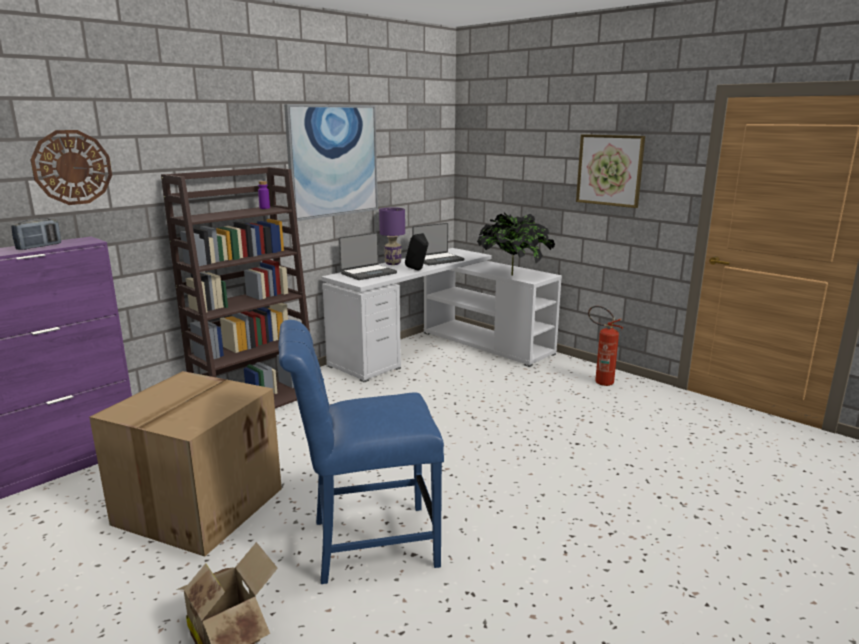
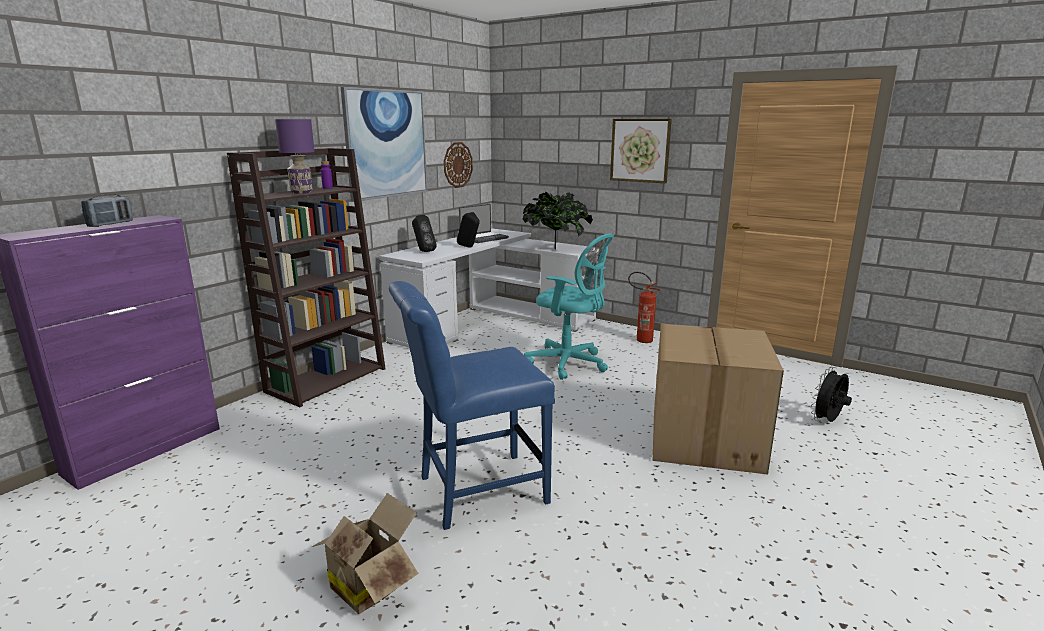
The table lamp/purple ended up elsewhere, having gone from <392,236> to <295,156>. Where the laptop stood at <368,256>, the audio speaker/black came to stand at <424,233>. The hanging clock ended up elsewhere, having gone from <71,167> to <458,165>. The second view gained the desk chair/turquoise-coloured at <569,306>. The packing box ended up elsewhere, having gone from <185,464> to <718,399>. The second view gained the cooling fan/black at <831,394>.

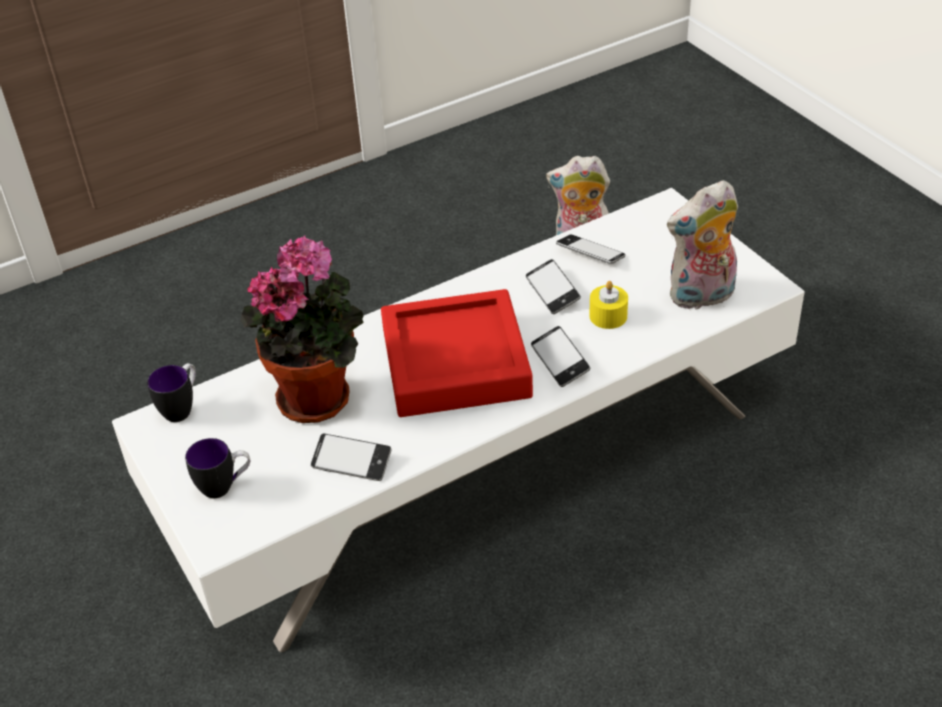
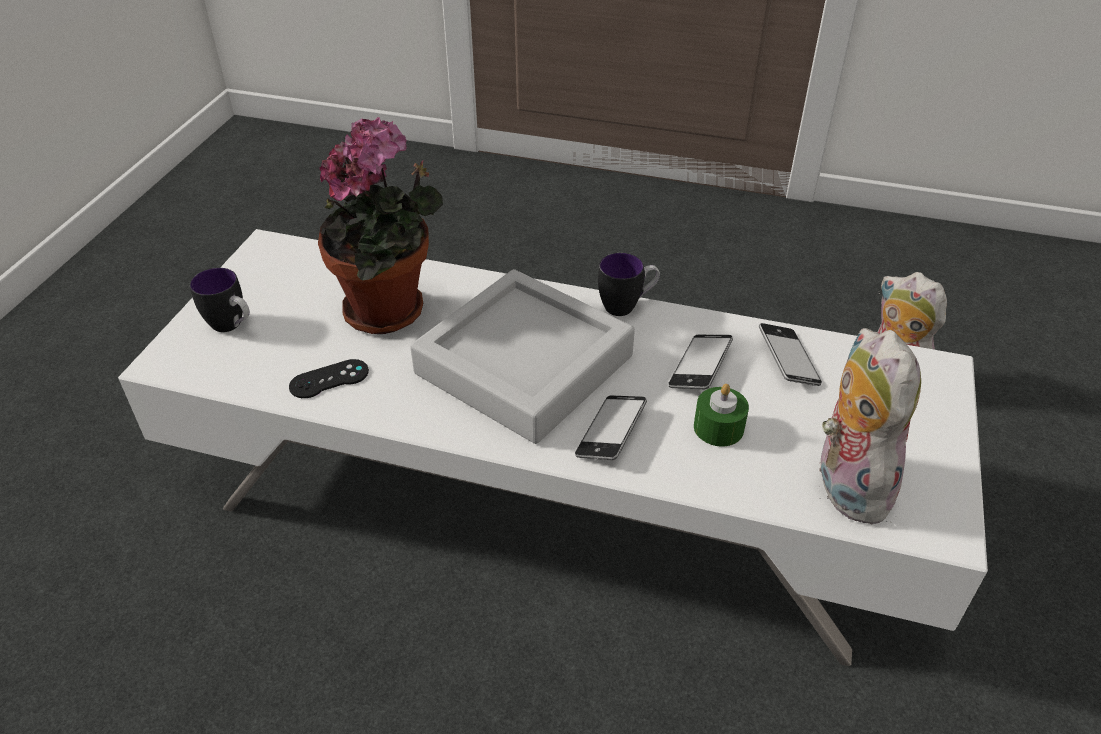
Where the phone stood at <351,457>, the joypad/black came to stand at <329,378>. What was the carrying tray/red at <457,353> turned into the carrying tray/greyish at <522,356>. The coffee mug ended up elsewhere, having gone from <171,392> to <629,284>. What was the wax light/yellow-coloured at <608,305> turned into the wax light/greenish at <721,415>. The cuddly toy at <702,245> ended up facing another way, 60 degrees clockwise from before.

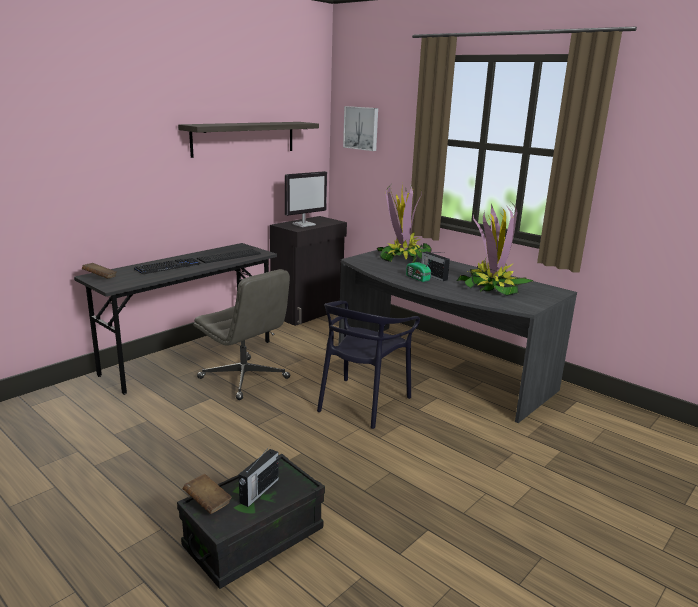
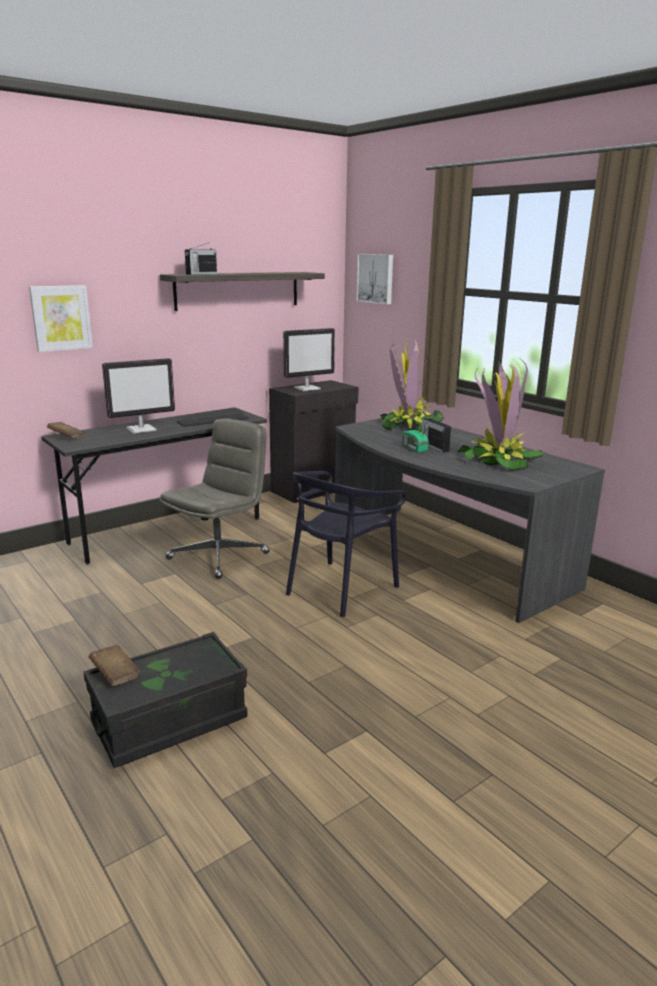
The second view gained the wall picture at <61,318>. Where the keyboard stood at <167,266>, the computer screen came to stand at <138,396>. The desk chair/greyish at <242,334> ended up facing another way, 105 degrees counterclockwise from before. The radio ended up elsewhere, having gone from <259,476> to <201,259>.

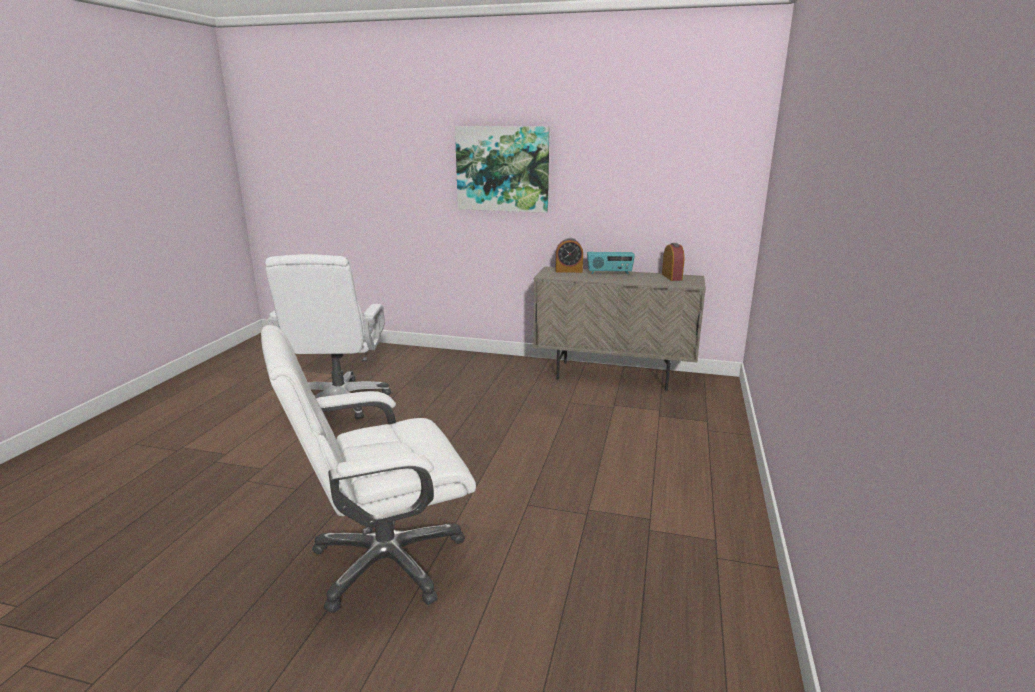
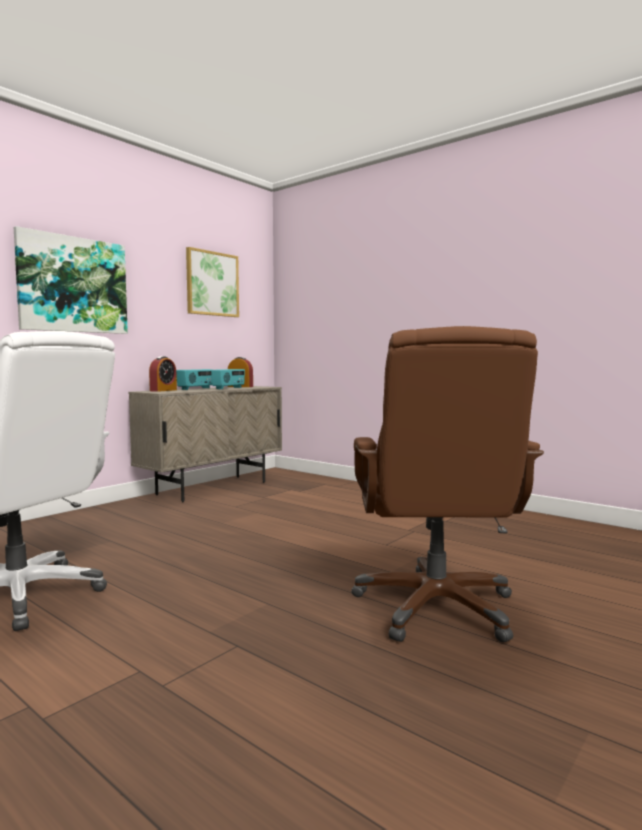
The second view gained the wall picture at <212,282>. The second view gained the radio at <228,379>. What was the desk chair/white-coloured at <368,469> turned into the desk chair/brown at <447,484>.

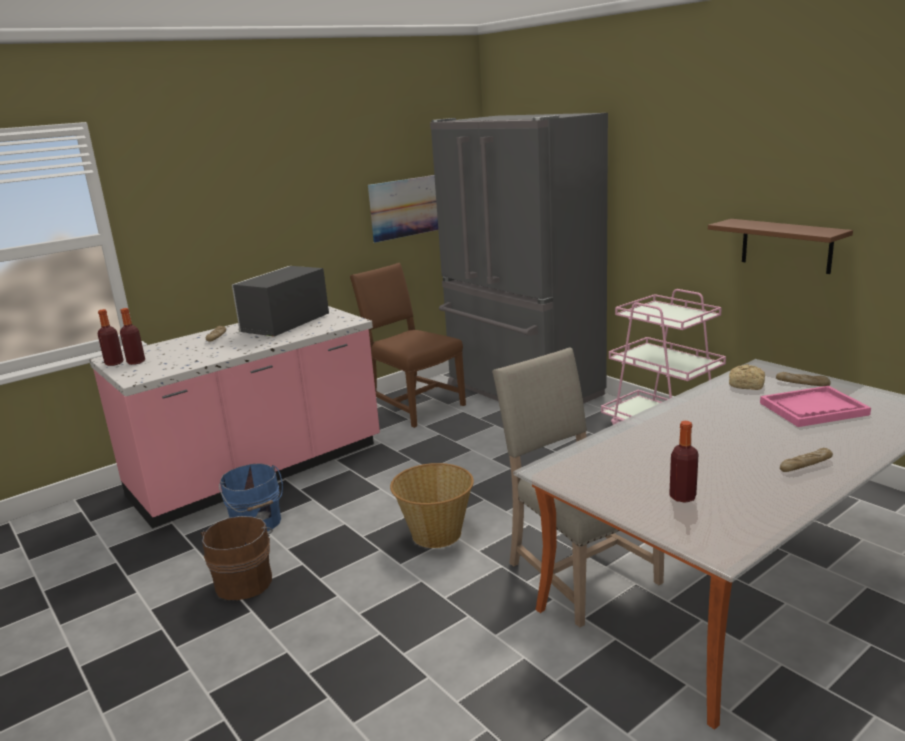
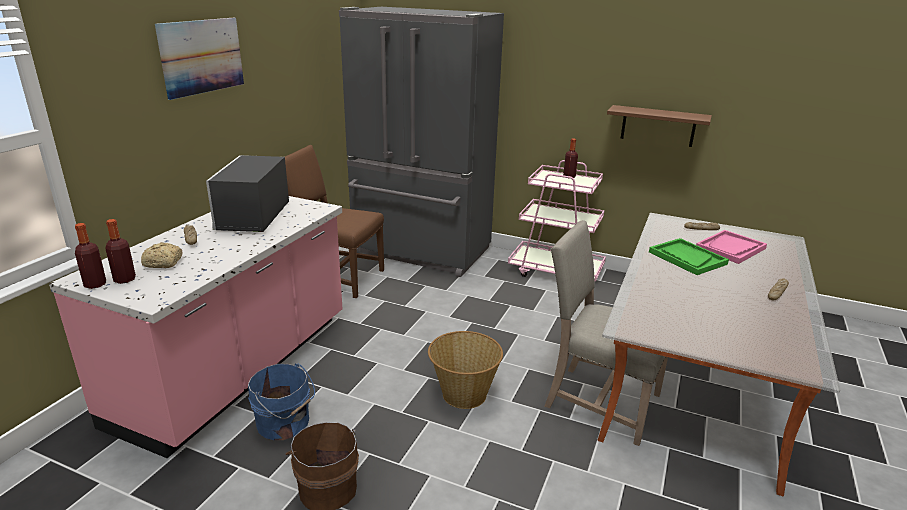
The bakery bread ended up elsewhere, having gone from <747,377> to <162,255>. The wall picture ended up elsewhere, having gone from <403,209> to <199,59>. The beverage bottle ended up elsewhere, having gone from <684,462> to <570,158>. The second view gained the carrying tray/greenish at <689,256>.

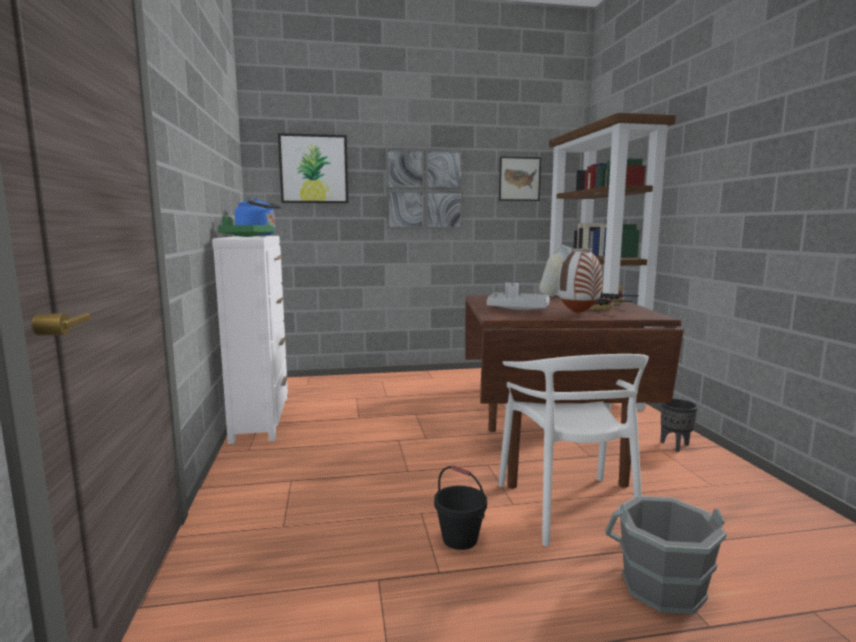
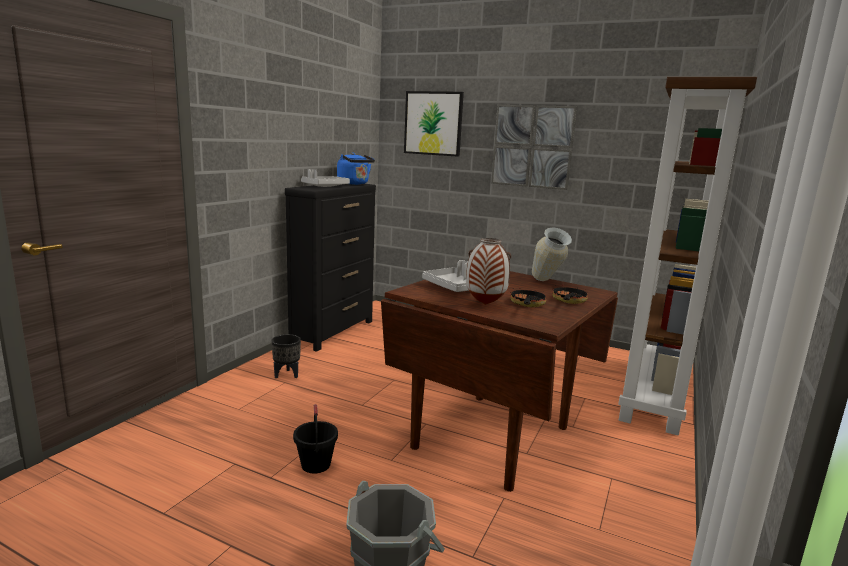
The flower pot/black ended up elsewhere, having gone from <679,425> to <286,356>. What was the chest of drawers/white-coloured at <250,340> turned into the chest of drawers/black at <330,268>. What was the carrying tray/greenish at <245,226> turned into the carrying tray/greyish at <325,178>. The second view lost the upright chair/white-coloured at <573,450>. The second view lost the wall picture at <520,178>.

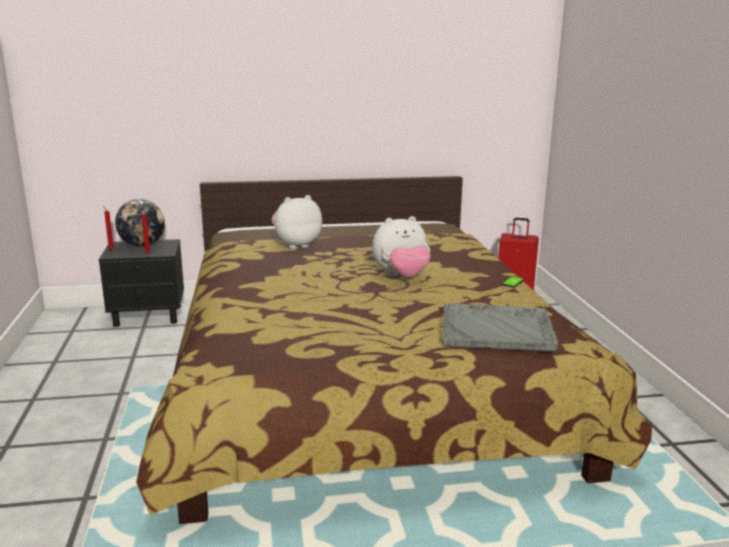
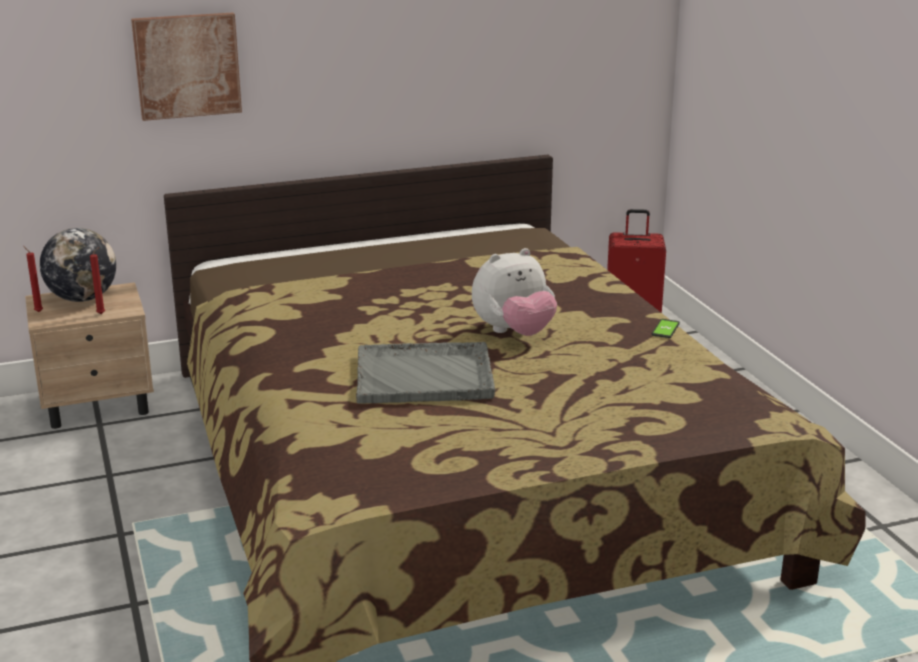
What was the nightstand/black at <141,283> turned into the nightstand/sand-coloured at <89,355>. The second view gained the wall picture at <186,67>. The carrying tray/greyish ended up elsewhere, having gone from <500,327> to <425,373>. The second view lost the cuddly toy at <296,222>.

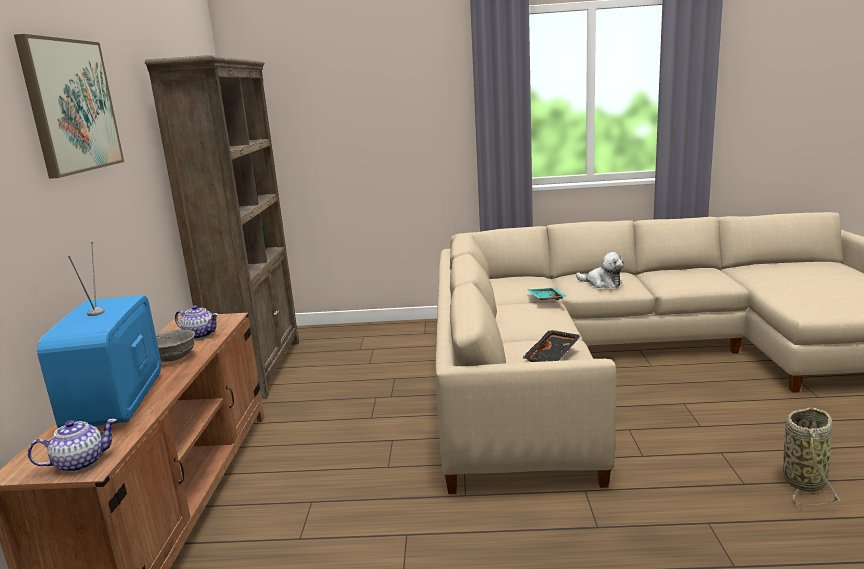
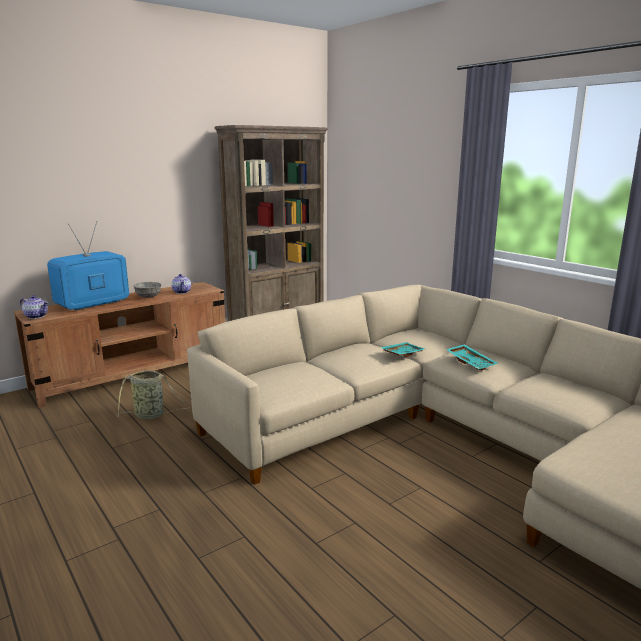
The basket ended up elsewhere, having gone from <812,456> to <153,394>. Where the cuddly toy stood at <600,270>, the carrying tray/turquoise-coloured came to stand at <471,357>. The second view lost the wall picture at <69,106>. The second view lost the carrying tray/black at <551,346>.

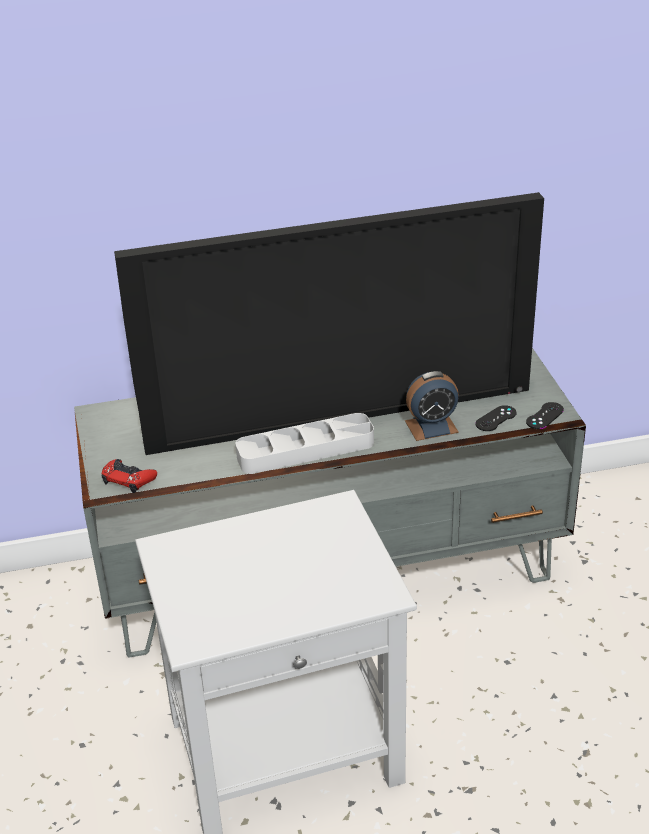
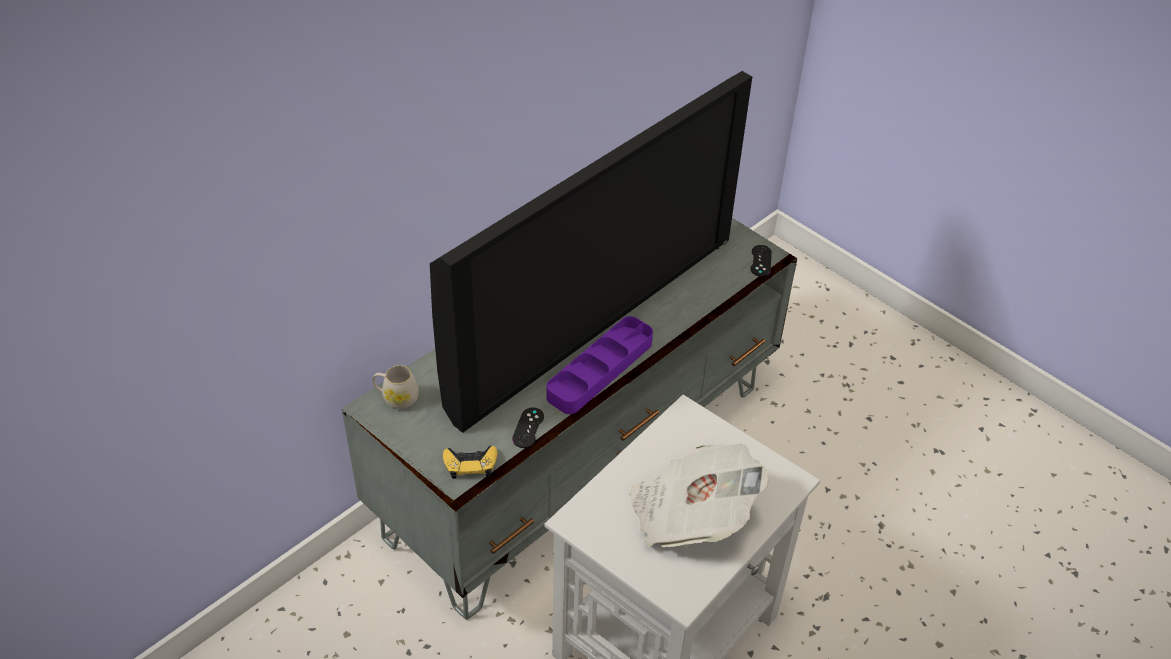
The second view gained the coffee mug/white-coloured at <395,387>. What was the joypad/red at <129,476> turned into the joypad/yellow-coloured at <470,462>. The joypad/black ended up elsewhere, having gone from <495,418> to <528,427>. What was the carrying tray/greyish at <305,443> turned into the carrying tray/purple at <600,365>. The second view gained the printed paper at <698,495>. The second view lost the table clock at <432,406>.

